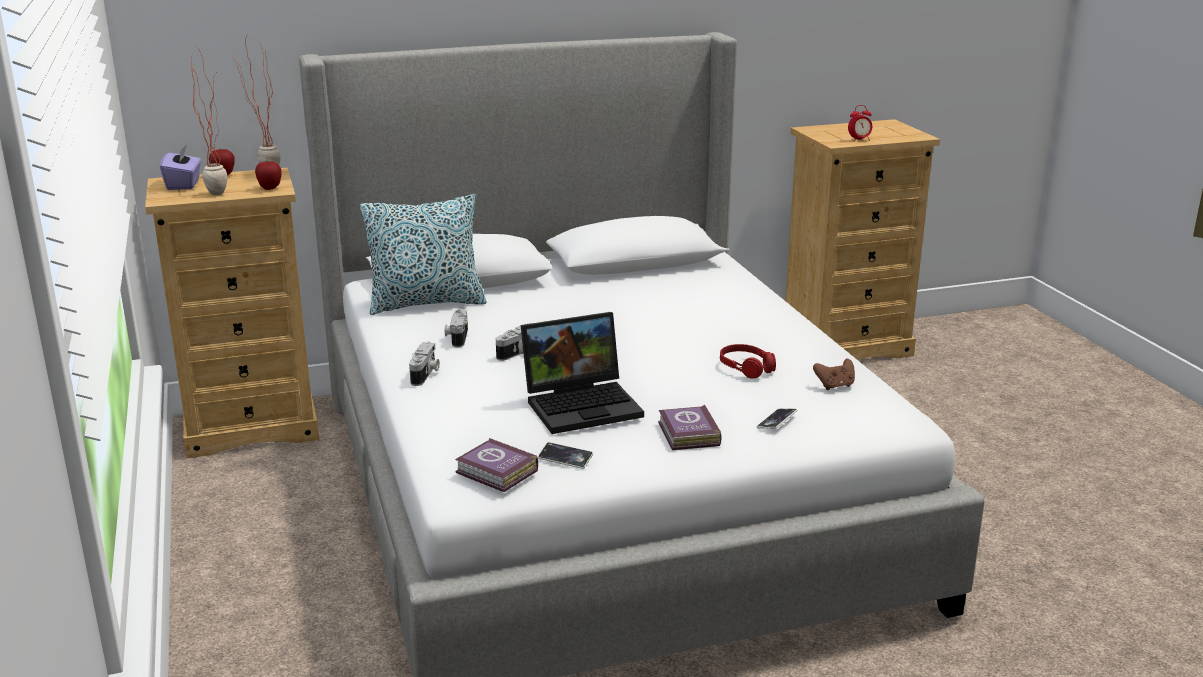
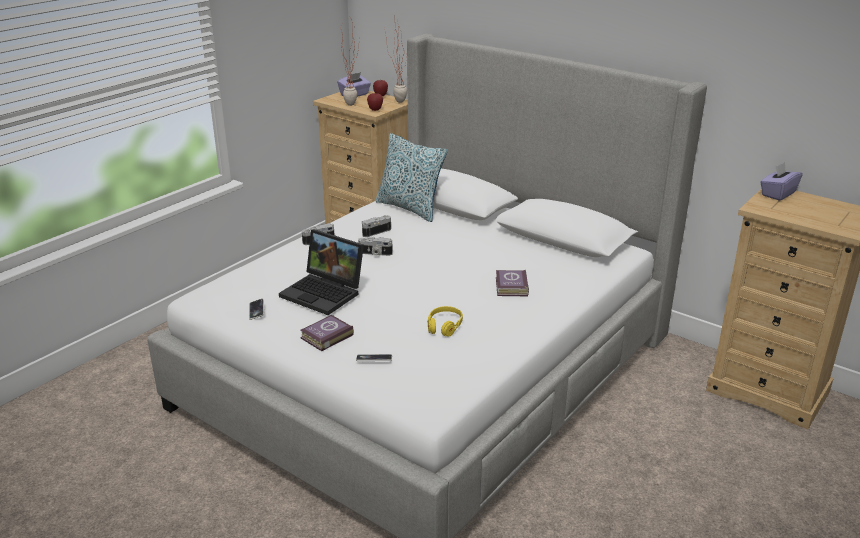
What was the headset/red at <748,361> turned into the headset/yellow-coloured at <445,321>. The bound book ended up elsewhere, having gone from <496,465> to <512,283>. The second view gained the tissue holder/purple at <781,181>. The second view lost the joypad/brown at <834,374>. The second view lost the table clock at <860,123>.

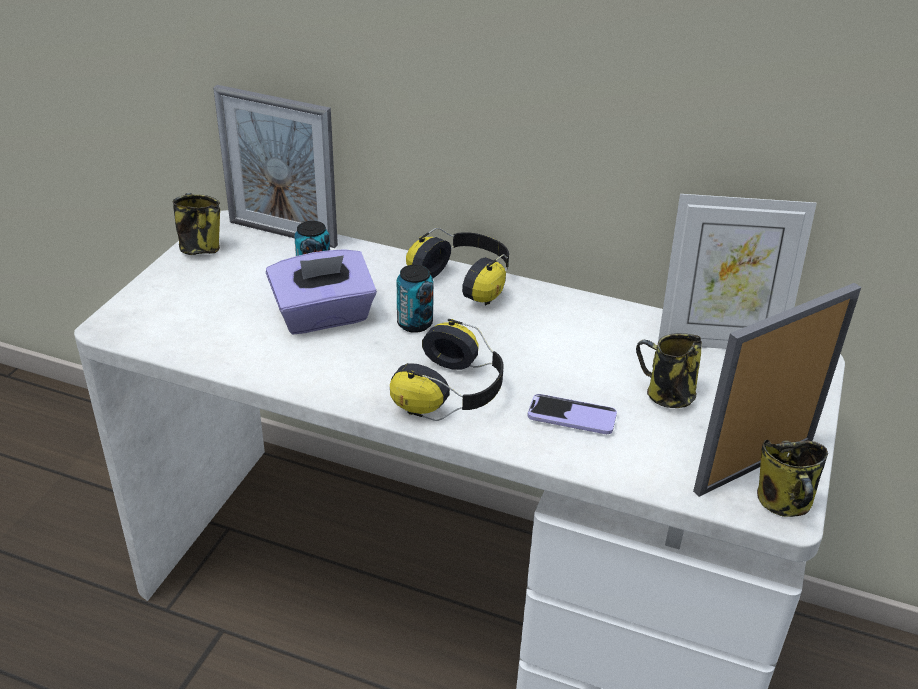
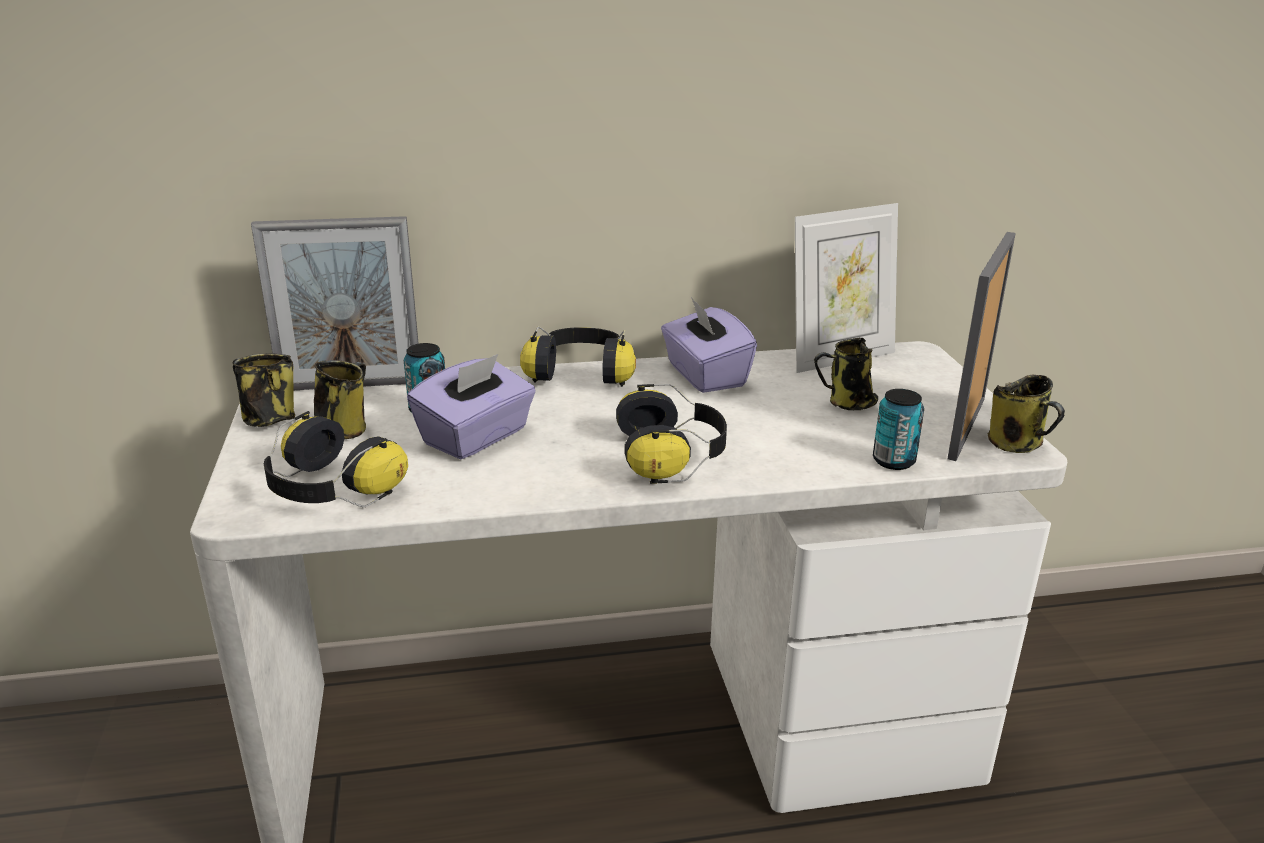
The second view gained the headset at <336,459>. The second view gained the coffee mug at <340,399>. The second view gained the tissue holder/purple at <709,345>. The sealed can ended up elsewhere, having gone from <415,299> to <898,429>. The second view lost the phone at <572,414>.

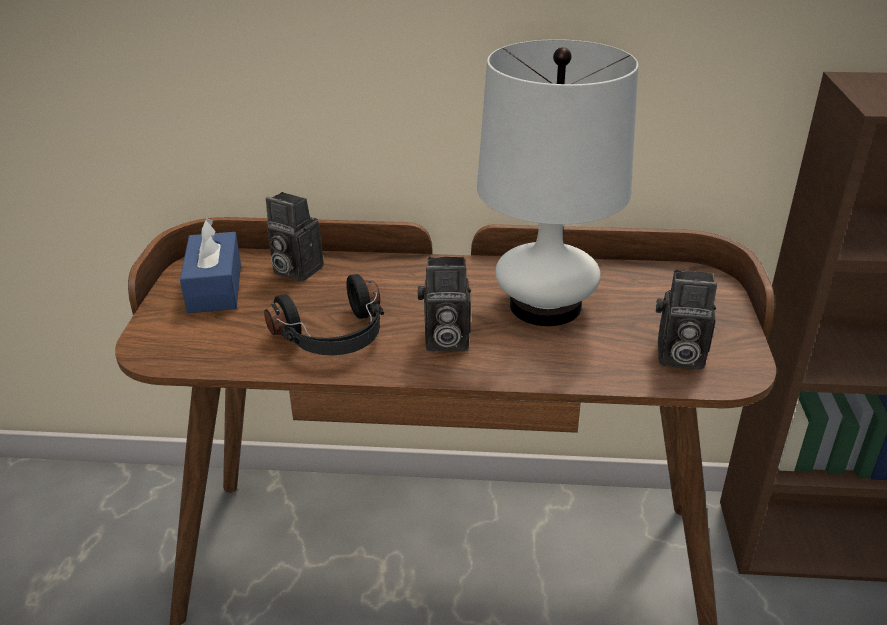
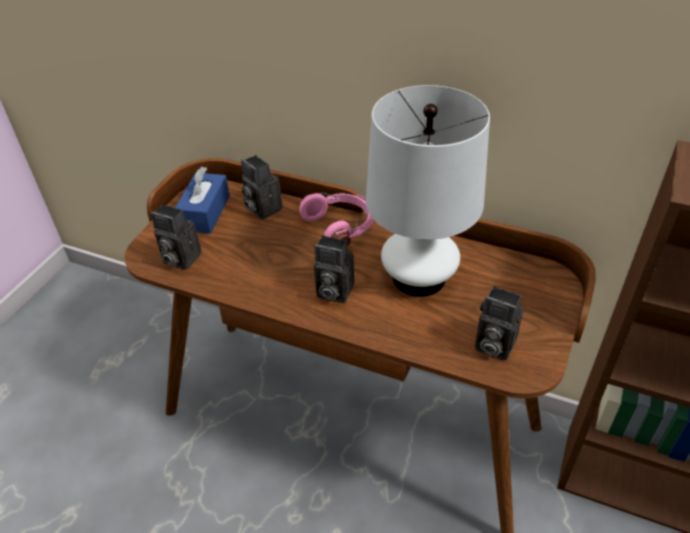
The second view gained the still camera at <176,237>. The second view gained the headset/pink-coloured at <336,219>. The second view lost the headset/black at <324,314>.

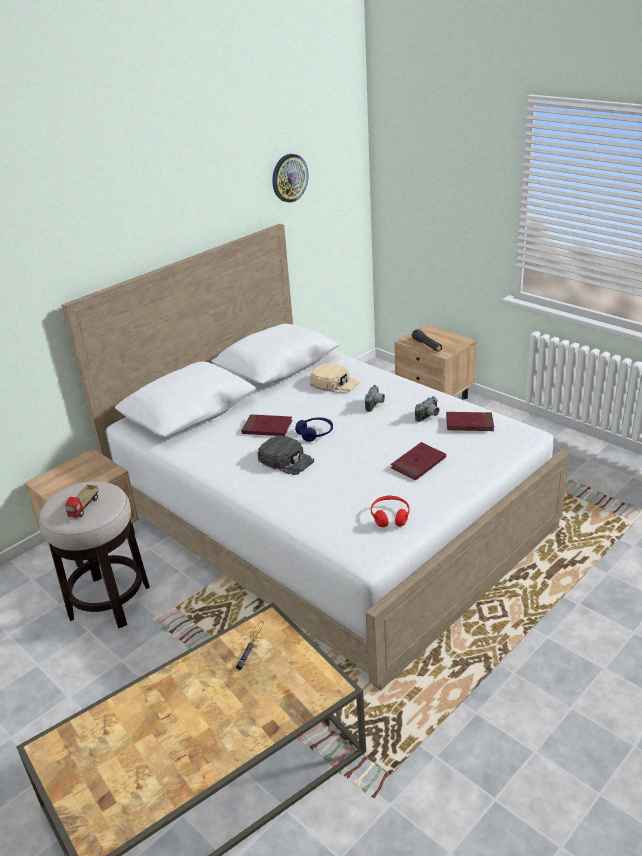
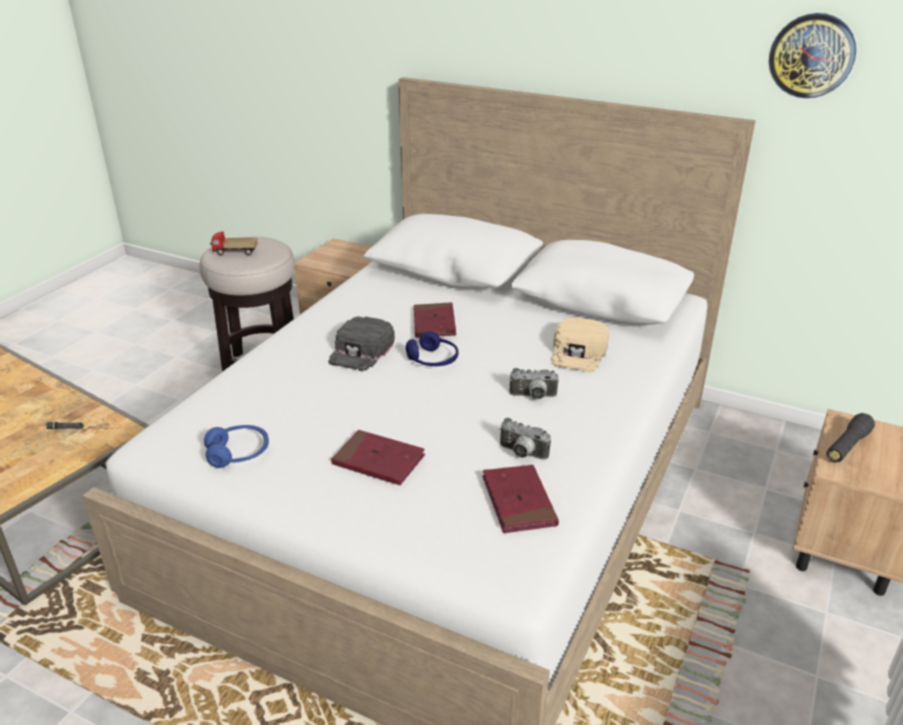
What was the headset/red at <390,511> turned into the headset/bluish at <236,446>.

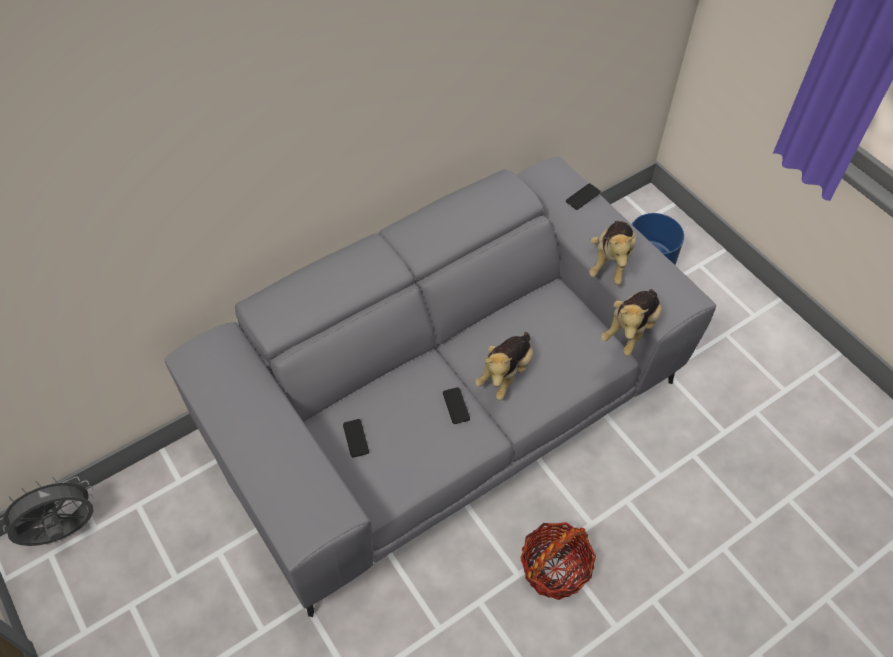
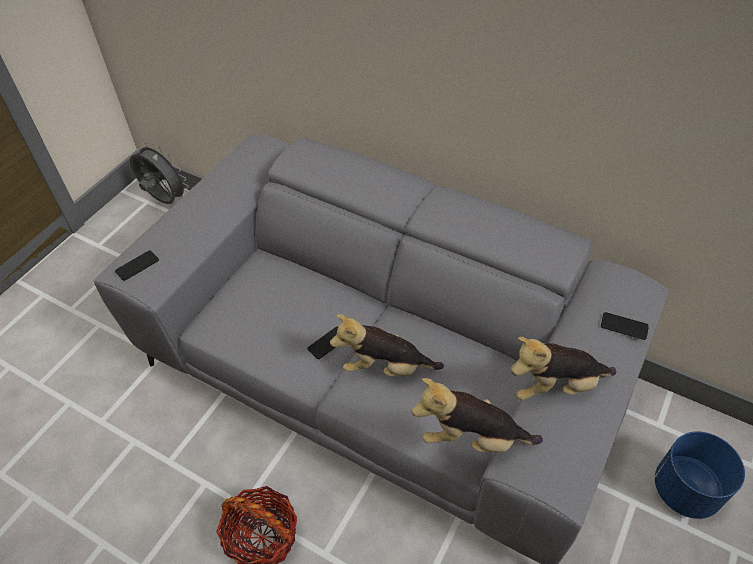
The phone ended up elsewhere, having gone from <356,438> to <137,265>.

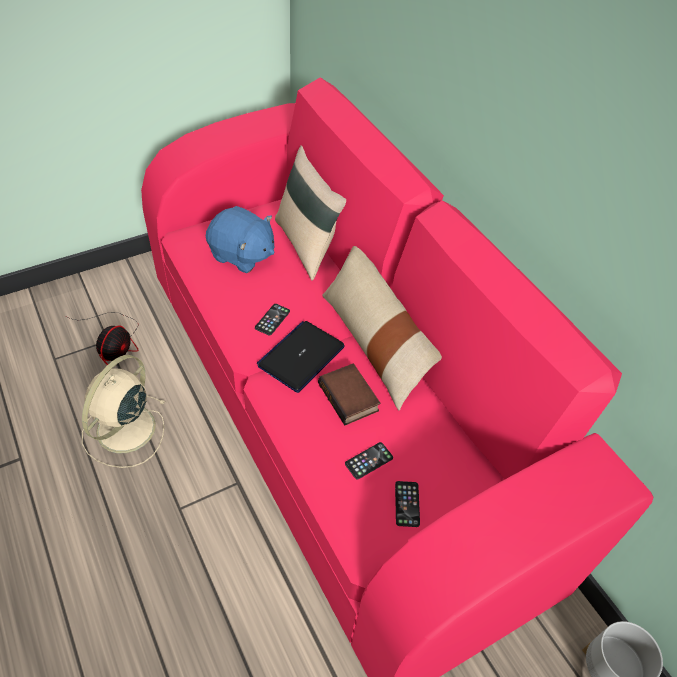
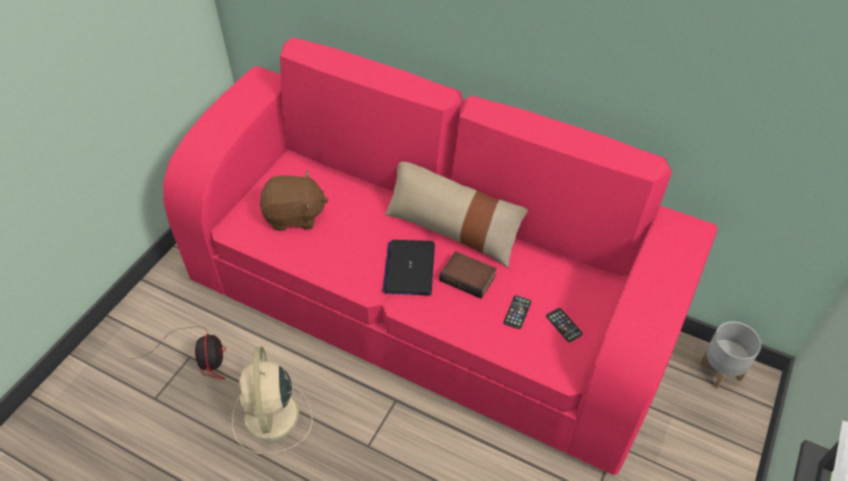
What was the cuddly toy/bluish at <240,239> turned into the cuddly toy/brown at <294,201>. The second view lost the phone at <272,320>. The second view lost the pillow/sand-coloured at <310,212>.

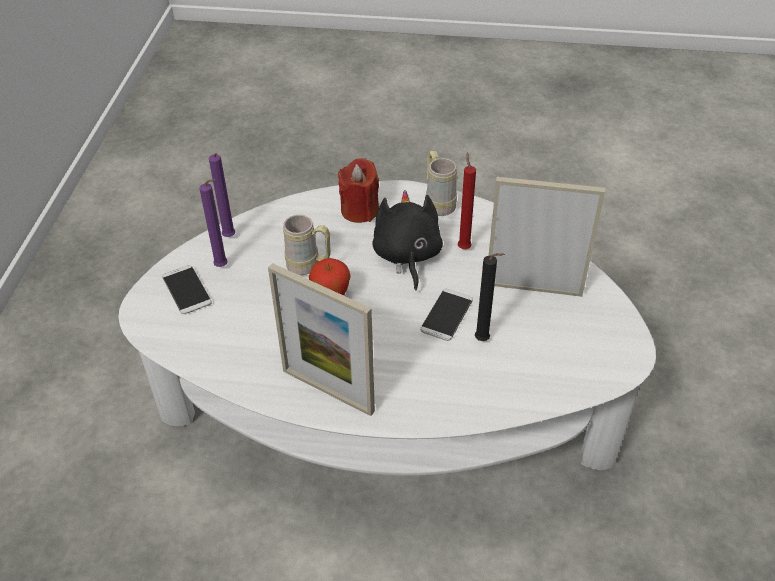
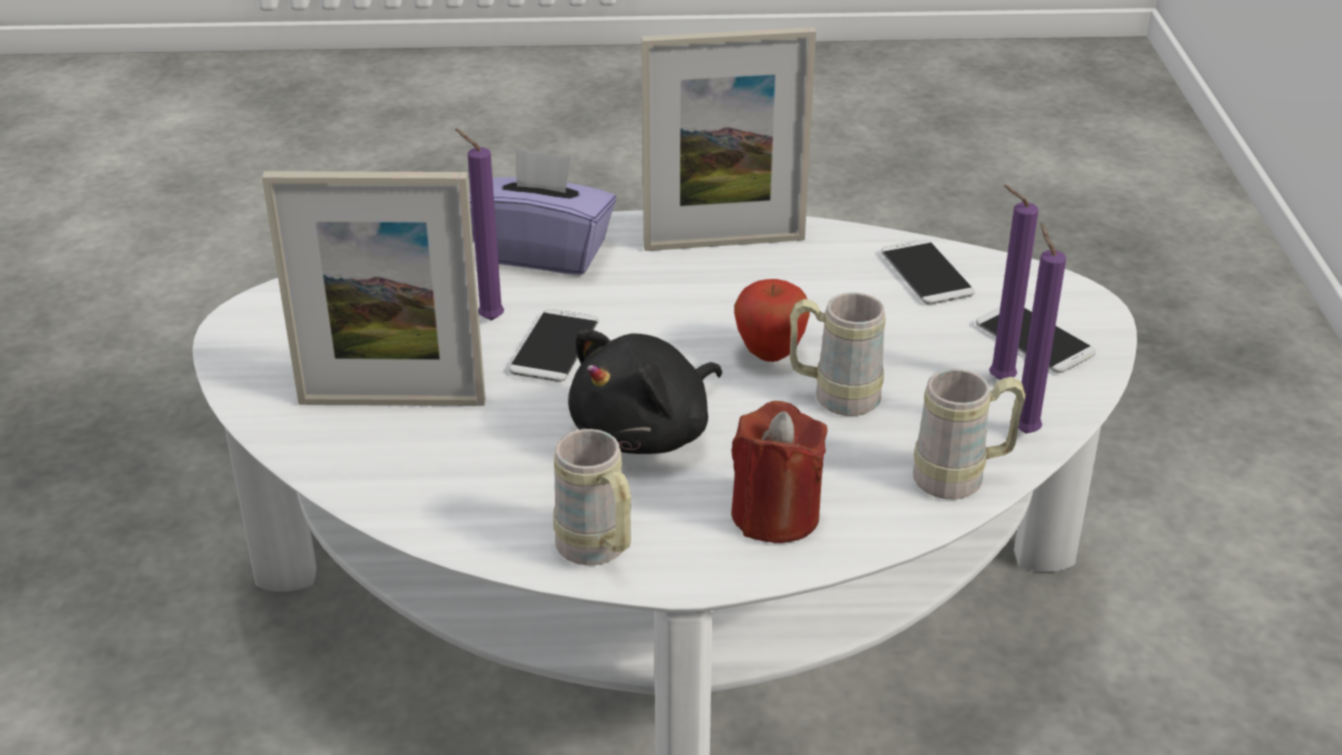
What was the wax light/black at <490,297> turned into the wax light/purple at <479,224>. The second view gained the tissue holder/purple at <543,211>. The cuddly toy/black at <407,240> ended up facing another way, 60 degrees clockwise from before. The standing frame at <321,339> ended up facing another way, 150 degrees clockwise from before. The second view gained the phone at <927,272>. The second view gained the coffee mug/sand-coloured at <969,434>. The second view lost the wax light/red at <467,200>.

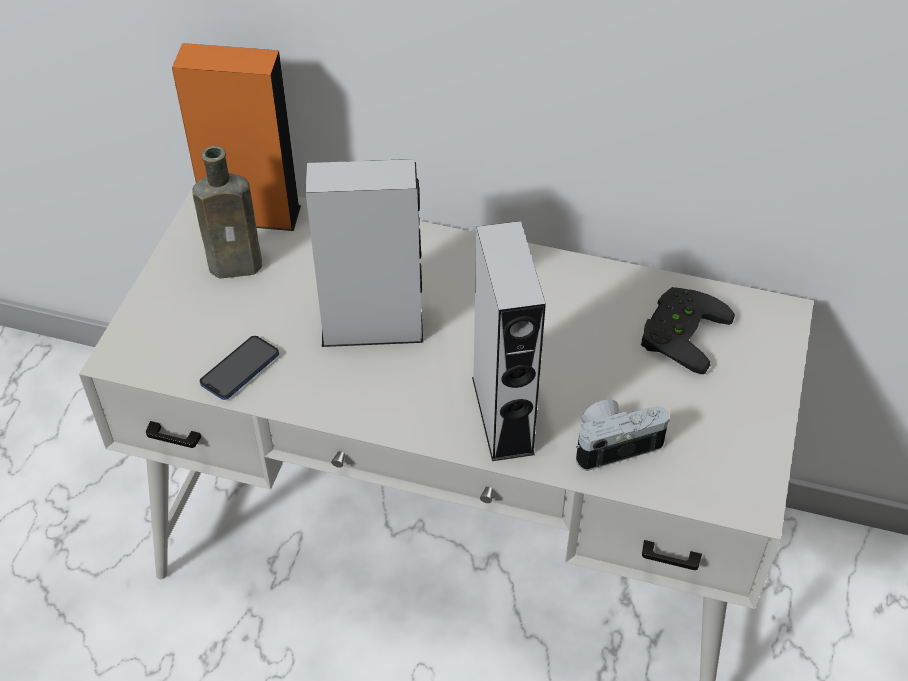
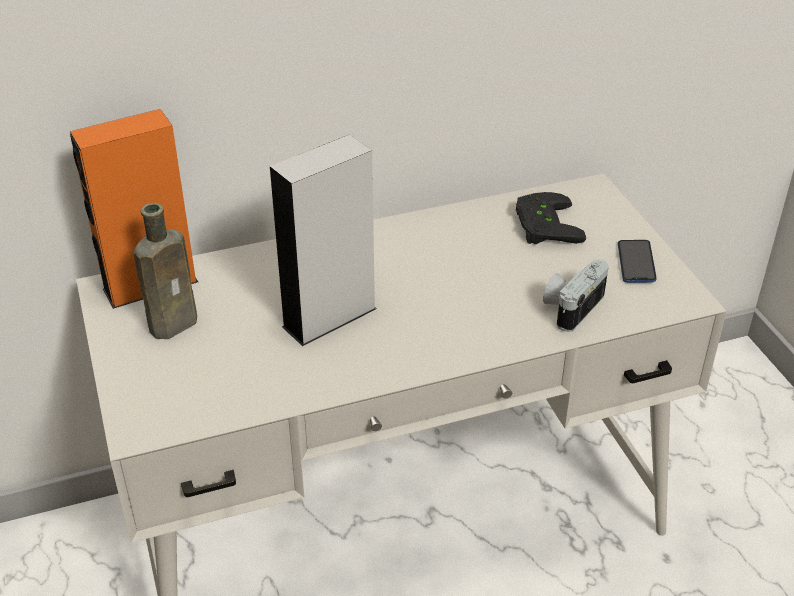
The phone ended up elsewhere, having gone from <239,368> to <637,261>. The second view lost the audio speaker/greyish at <509,341>.

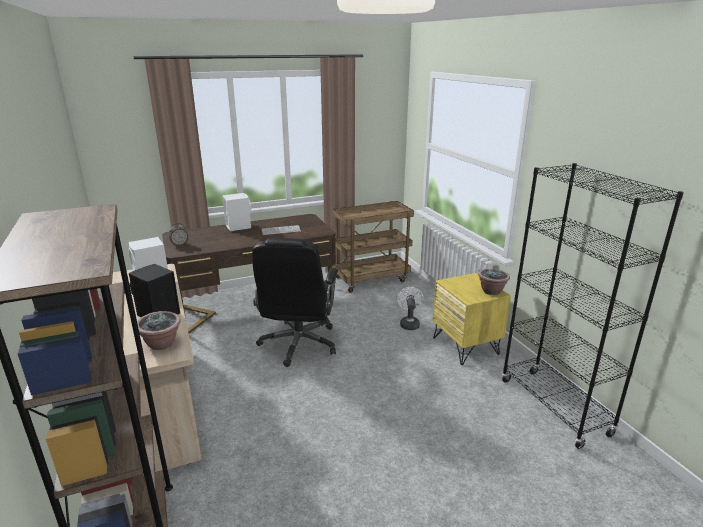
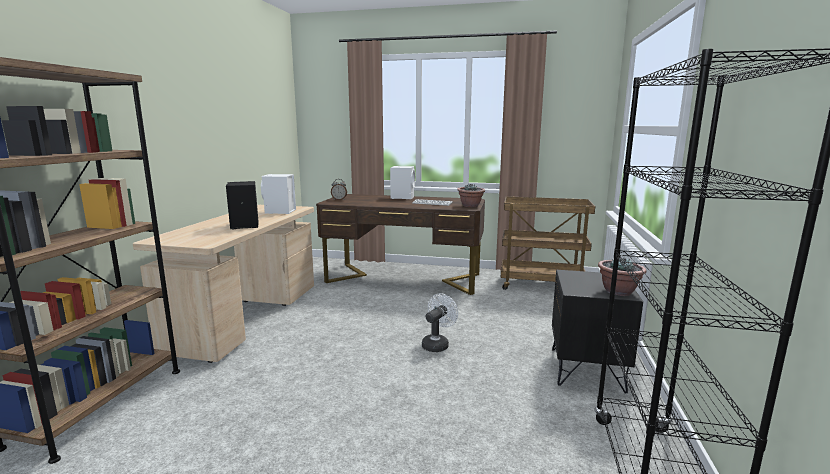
The cooling fan/white-coloured ended up elsewhere, having gone from <410,308> to <440,323>. The houseplant ended up elsewhere, having gone from <159,330> to <471,195>. What was the nightstand/yellow-coloured at <472,319> turned into the nightstand/black at <597,332>. The second view lost the desk chair/black at <295,302>.

